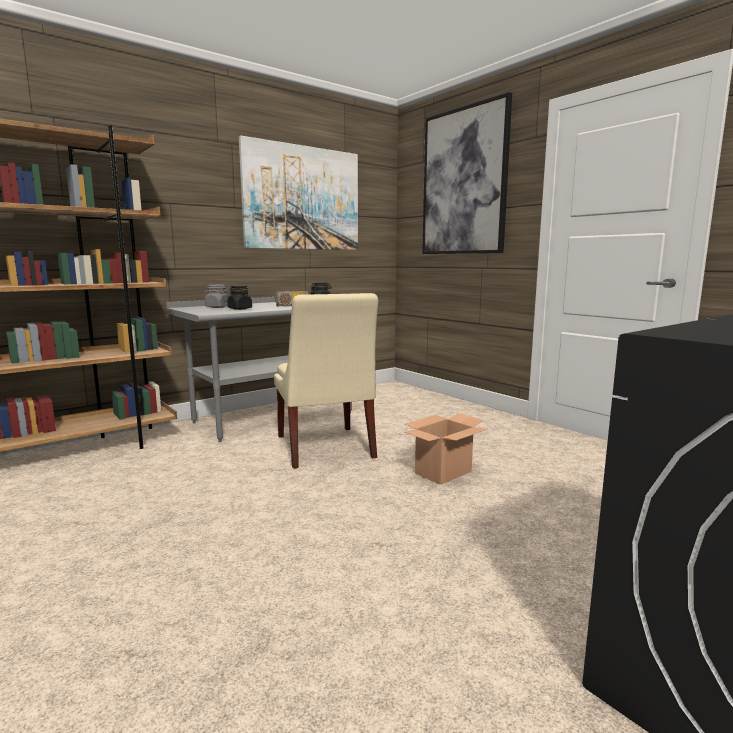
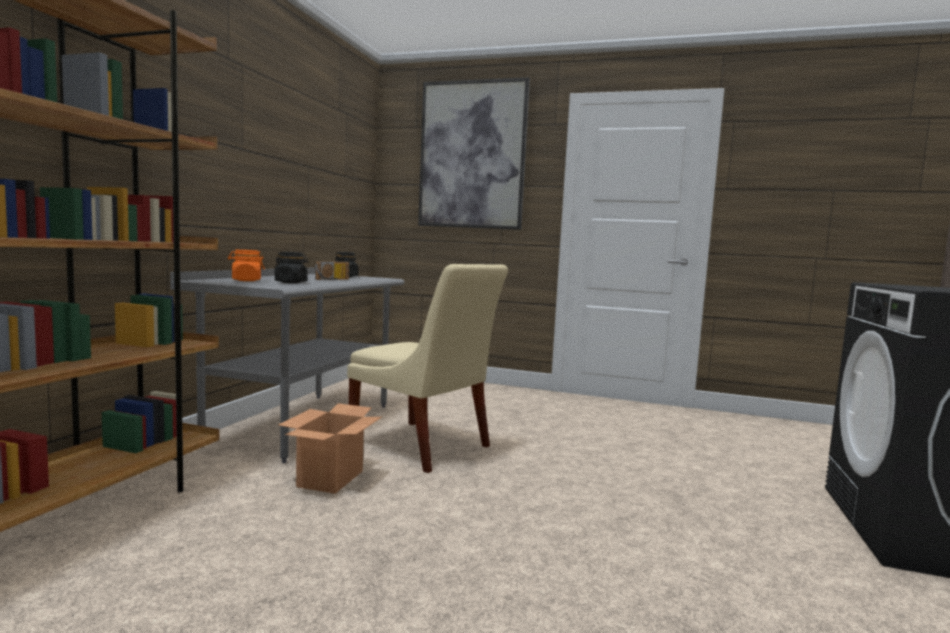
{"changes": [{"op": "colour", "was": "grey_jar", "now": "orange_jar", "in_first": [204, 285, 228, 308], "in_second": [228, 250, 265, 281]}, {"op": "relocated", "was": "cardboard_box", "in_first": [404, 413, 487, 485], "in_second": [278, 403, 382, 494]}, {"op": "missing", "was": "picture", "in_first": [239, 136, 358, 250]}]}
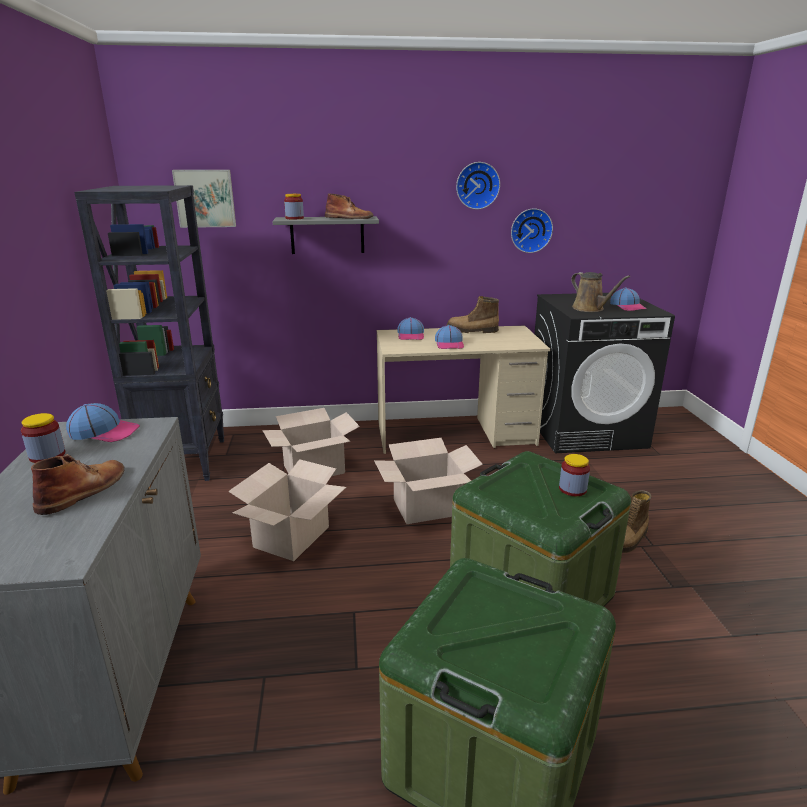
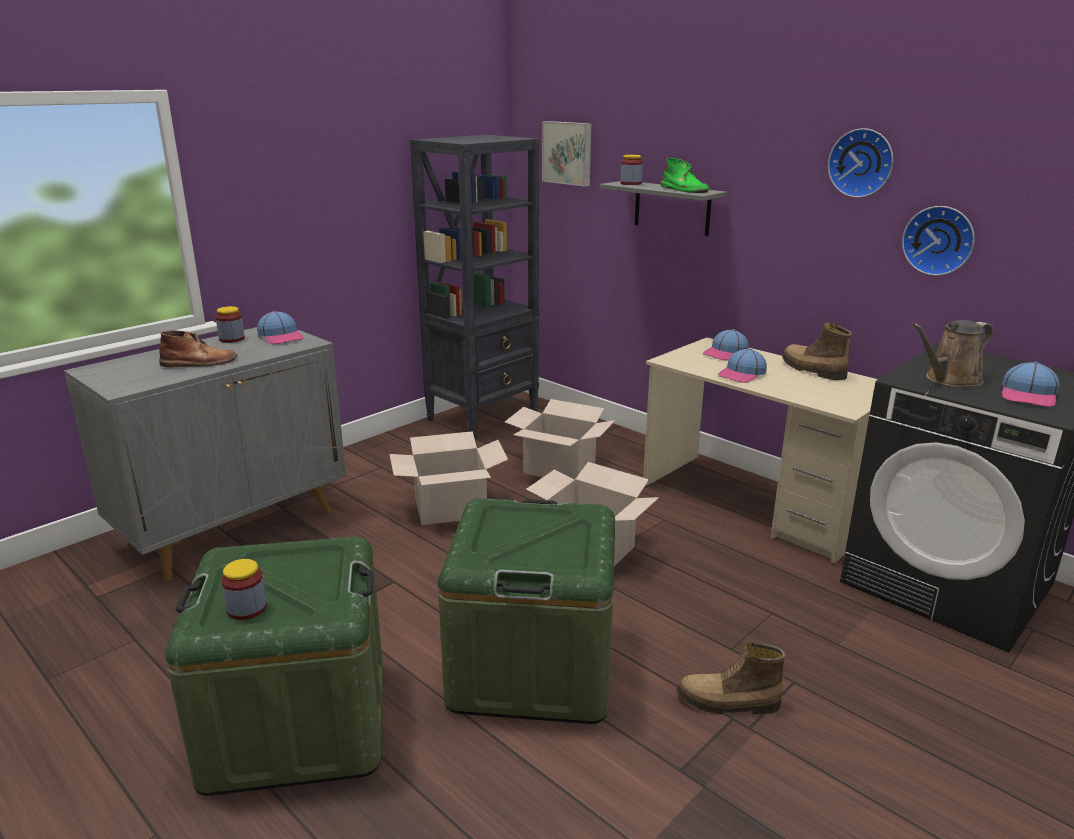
{"changes": [{"op": "relocated", "was": "jar", "in_first": [559, 454, 590, 496], "in_second": [221, 559, 267, 620]}, {"op": "colour", "was": "brown_boot", "now": "green_boot", "in_first": [325, 193, 374, 219], "in_second": [661, 158, 709, 193]}, {"op": "spun", "was": "brown_watering_can", "in_first": [571, 272, 630, 312], "in_second": [912, 320, 993, 387], "clockwise": 45}]}
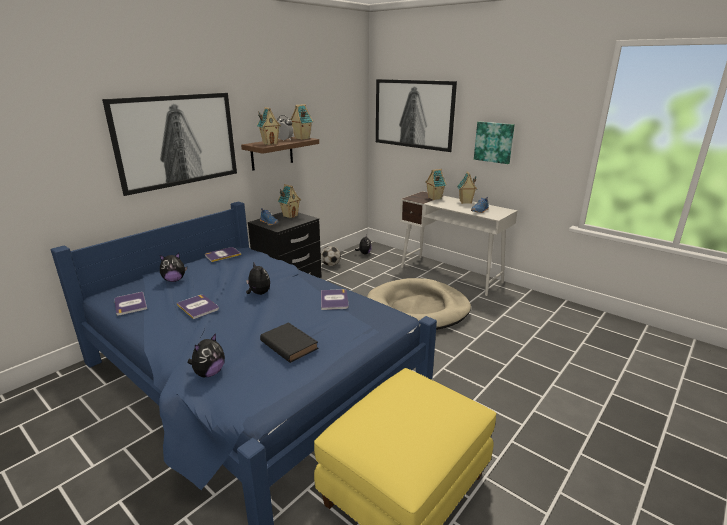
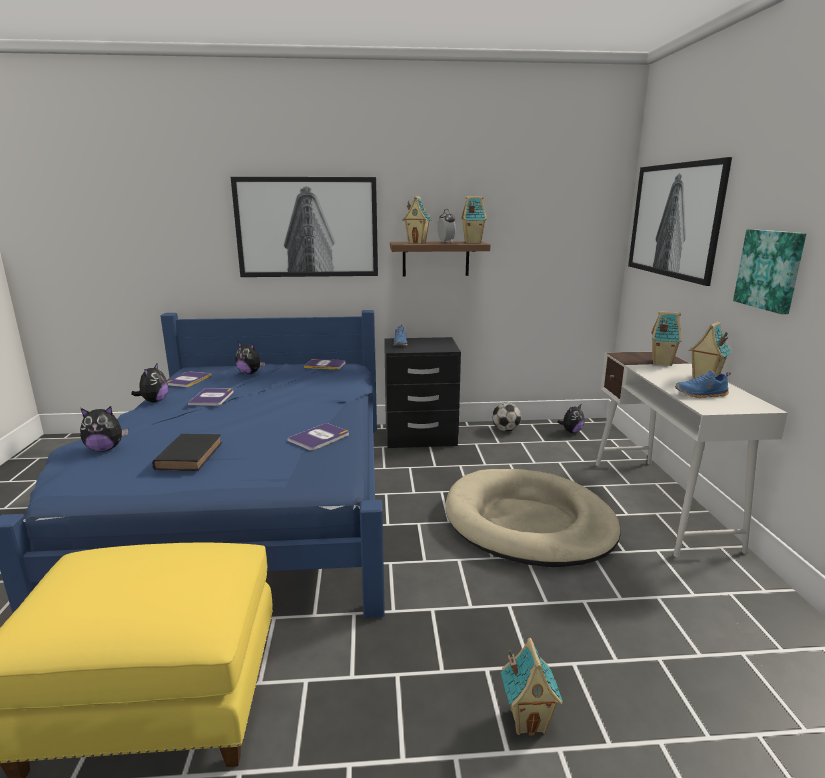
{"changes": [{"op": "relocated", "was": "plush_toy", "in_first": [246, 263, 270, 295], "in_second": [131, 362, 168, 403]}, {"op": "relocated", "was": "toy_house", "in_first": [277, 184, 301, 218], "in_second": [501, 638, 563, 736]}]}
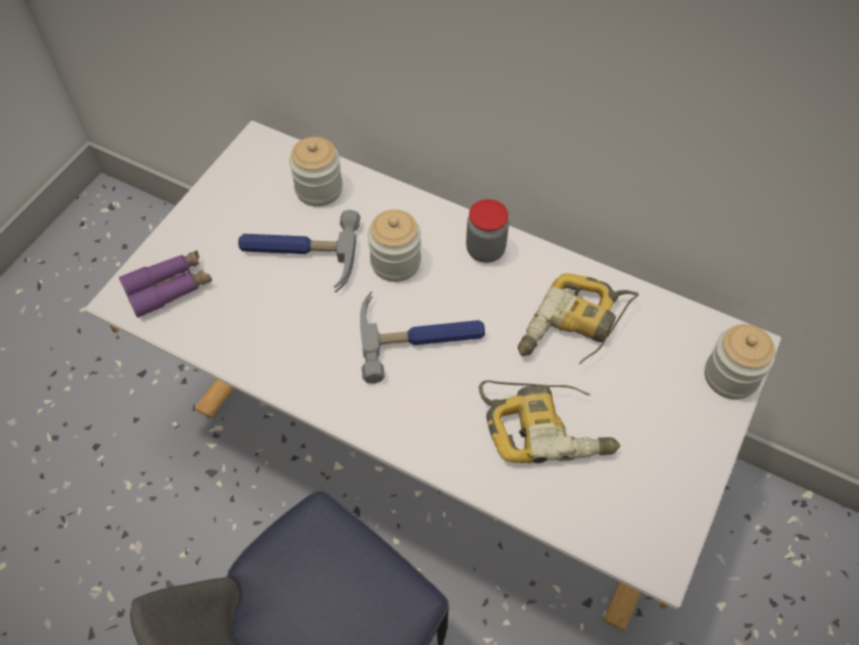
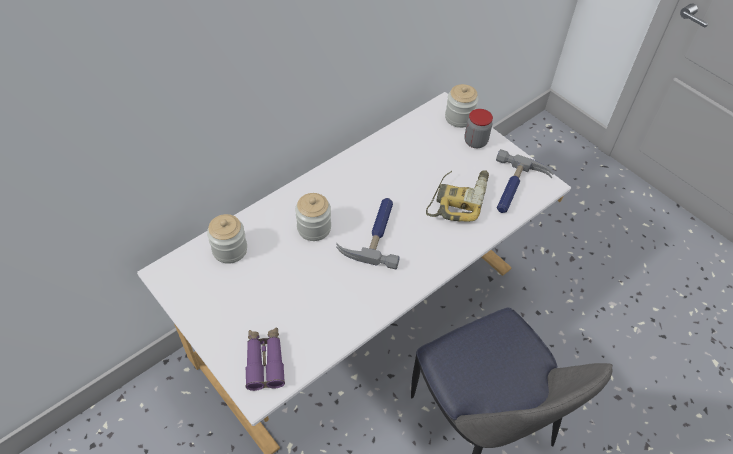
{"changes": [{"op": "relocated", "was": "jar", "in_first": [466, 199, 509, 263], "in_second": [464, 109, 493, 148]}, {"op": "relocated", "was": "hammer", "in_first": [238, 210, 361, 292], "in_second": [496, 149, 554, 213]}, {"op": "missing", "was": "power_drill", "in_first": [518, 273, 639, 364]}]}
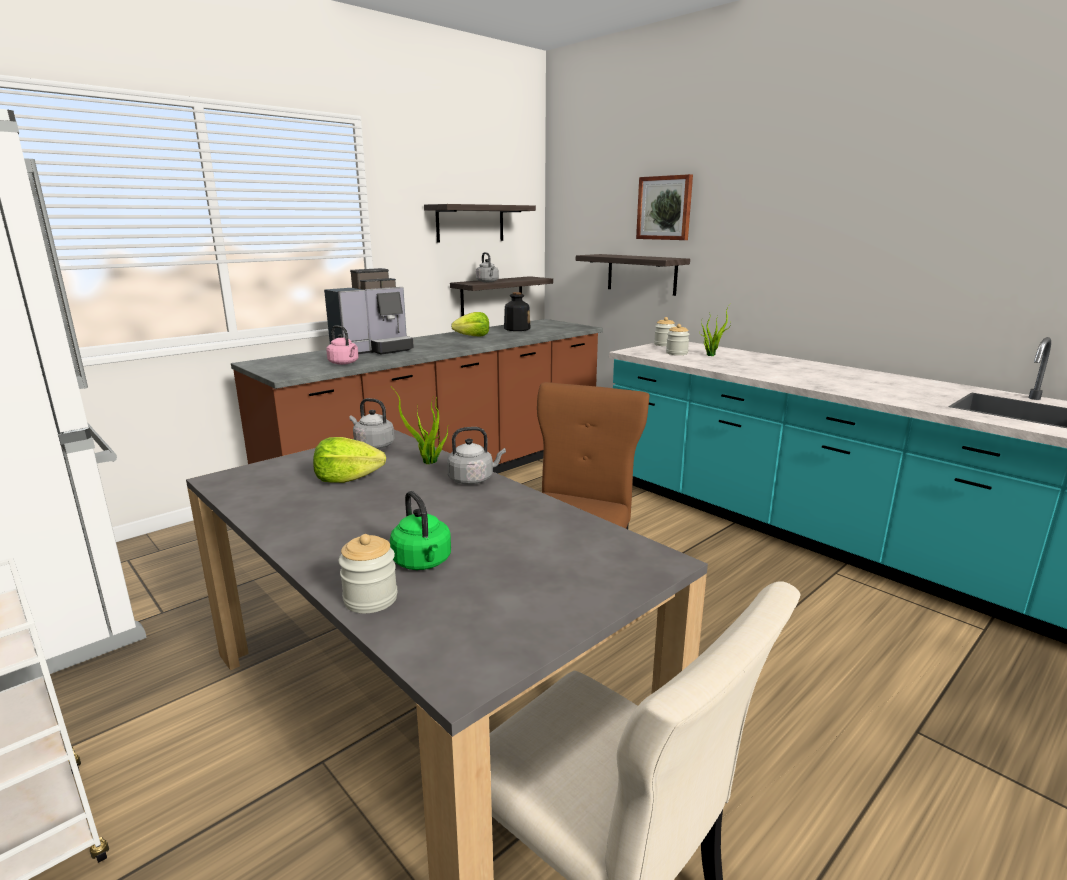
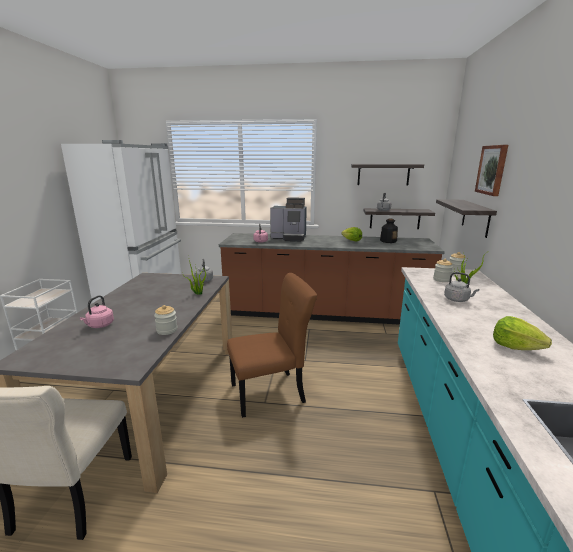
{"changes": [{"op": "colour", "was": "green_kettle", "now": "pink_kettle", "in_first": [390, 491, 451, 570], "in_second": [80, 295, 114, 328]}, {"op": "relocated", "was": "jar", "in_first": [338, 534, 398, 613], "in_second": [154, 305, 178, 335]}, {"op": "relocated", "was": "grey_kettle", "in_first": [447, 427, 506, 484], "in_second": [444, 272, 479, 302]}, {"op": "relocated", "was": "lettuce", "in_first": [313, 437, 386, 483], "in_second": [493, 316, 552, 350]}]}
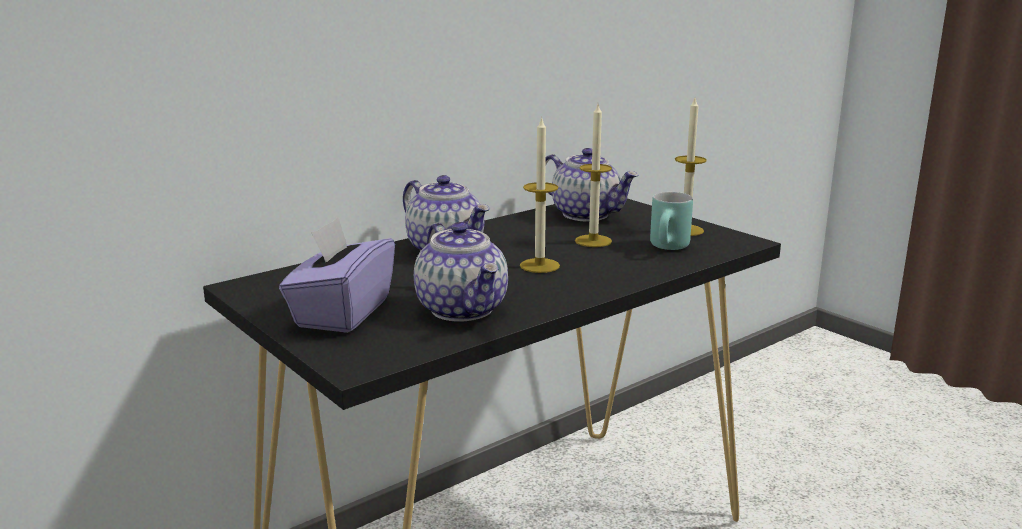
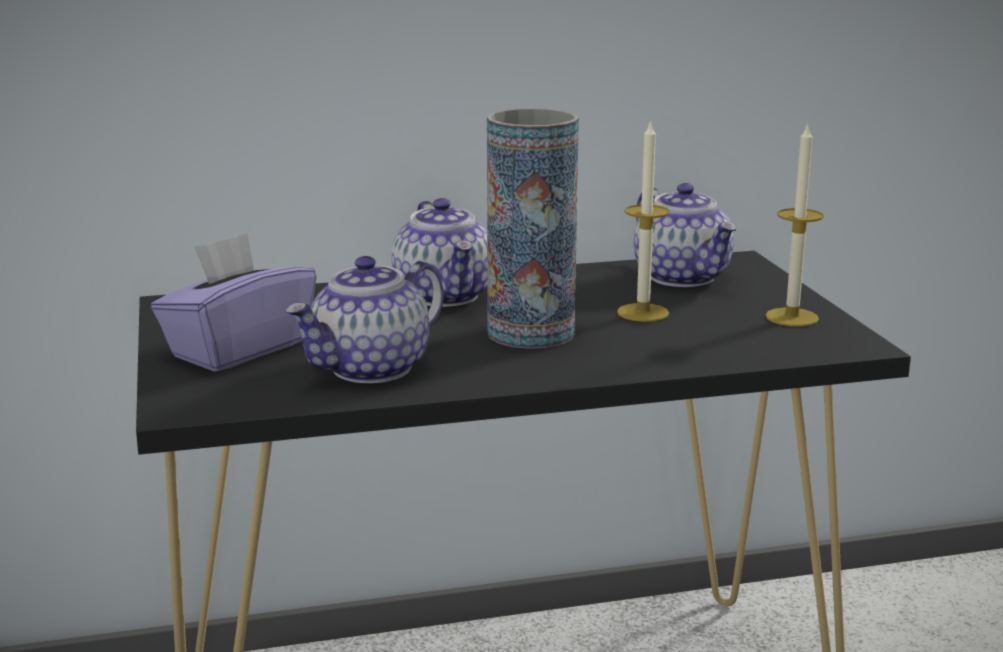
{"changes": [{"op": "spun", "was": "teapot", "in_first": [414, 222, 508, 322], "in_second": [285, 256, 444, 383], "clockwise": 45}, {"op": "exchanged", "was": "candle", "now": "vase", "in_first": [520, 116, 560, 273], "in_second": [487, 108, 579, 349]}, {"op": "missing", "was": "turquoise_mug", "in_first": [650, 192, 693, 250]}]}
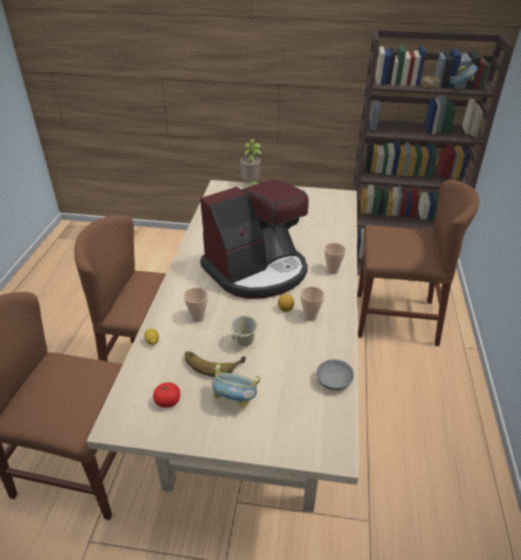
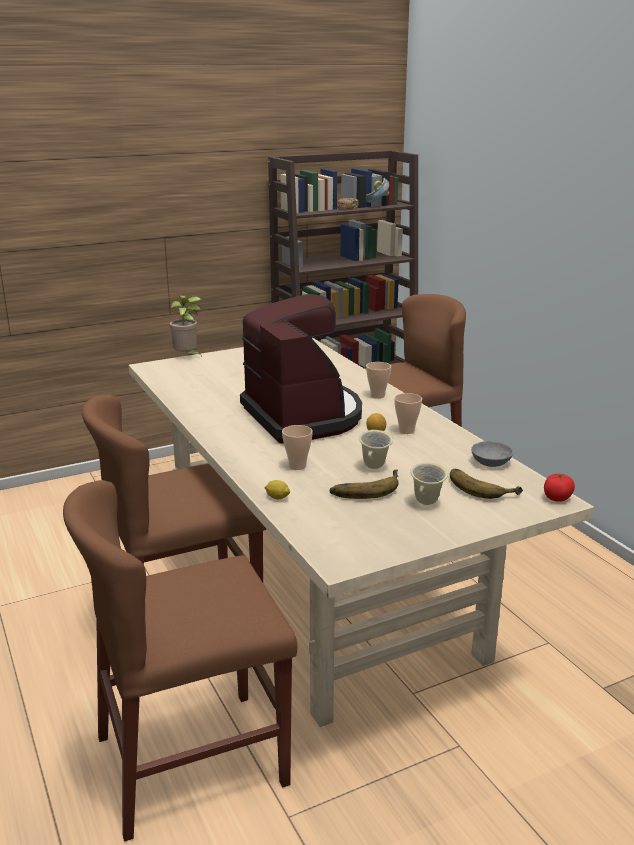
{"changes": [{"op": "spun", "was": "coffee_machine", "in_first": [200, 179, 309, 299], "in_second": [240, 294, 362, 444], "clockwise": -45}, {"op": "exchanged", "was": "bowl", "now": "beige_mug", "in_first": [211, 364, 261, 407], "in_second": [410, 462, 448, 505]}, {"op": "appeared", "now": "banana", "in_second": [450, 469, 523, 499]}, {"op": "relocated", "was": "tomato", "in_first": [153, 382, 180, 408], "in_second": [544, 474, 575, 502]}]}
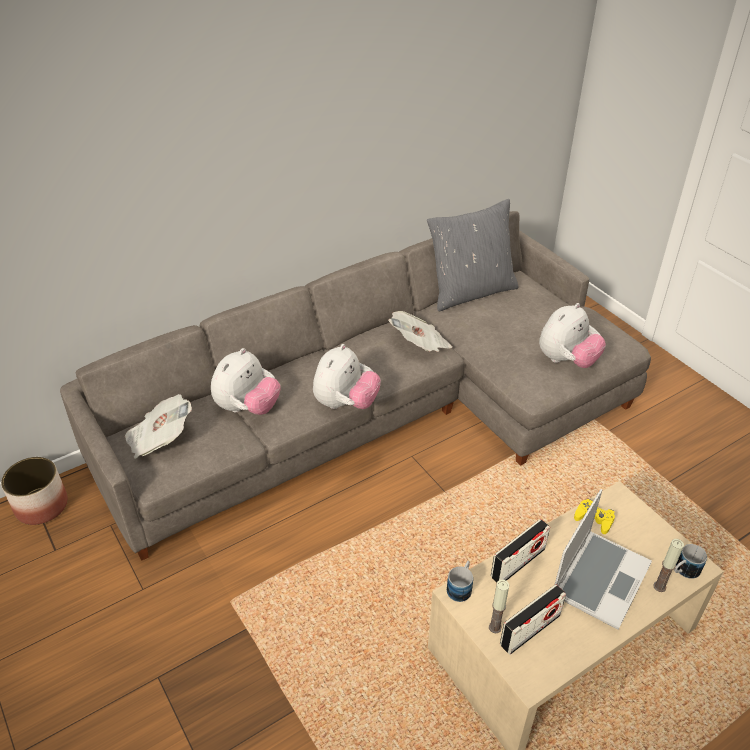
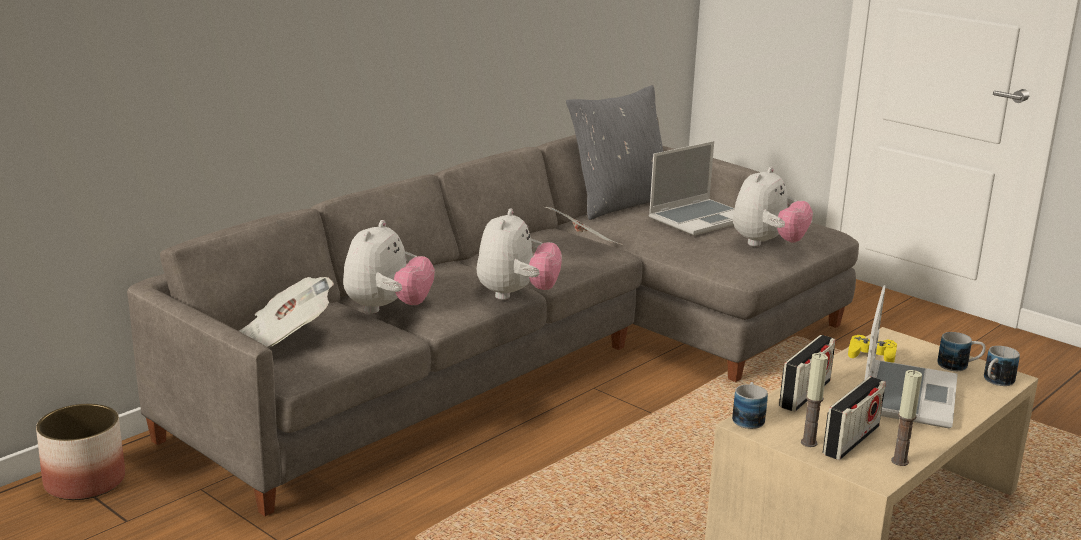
{"changes": [{"op": "appeared", "now": "laptop", "in_second": [649, 141, 735, 236]}, {"op": "relocated", "was": "candle", "in_first": [653, 539, 684, 592], "in_second": [891, 370, 922, 466]}, {"op": "appeared", "now": "mug", "in_second": [937, 332, 986, 371]}]}
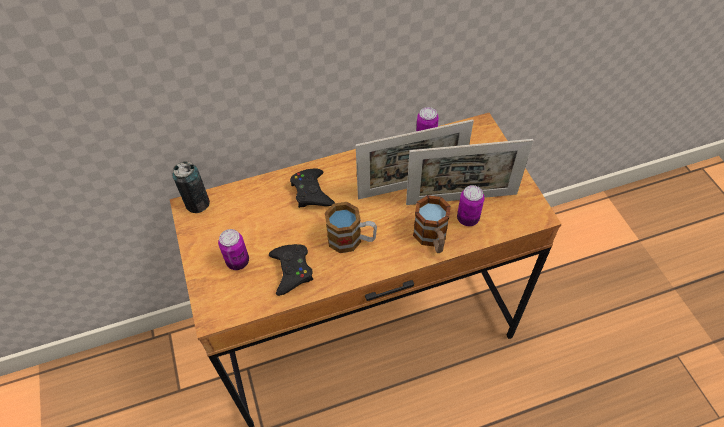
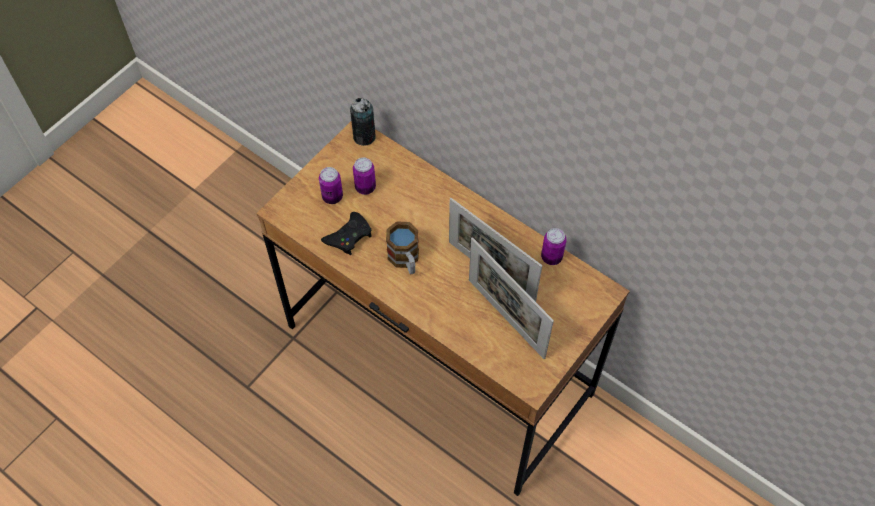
{"changes": [{"op": "relocated", "was": "can", "in_first": [457, 185, 485, 226], "in_second": [353, 157, 376, 195]}, {"op": "missing", "was": "black_game_controller", "in_first": [290, 169, 335, 208]}, {"op": "missing", "was": "mug", "in_first": [413, 195, 450, 253]}]}
